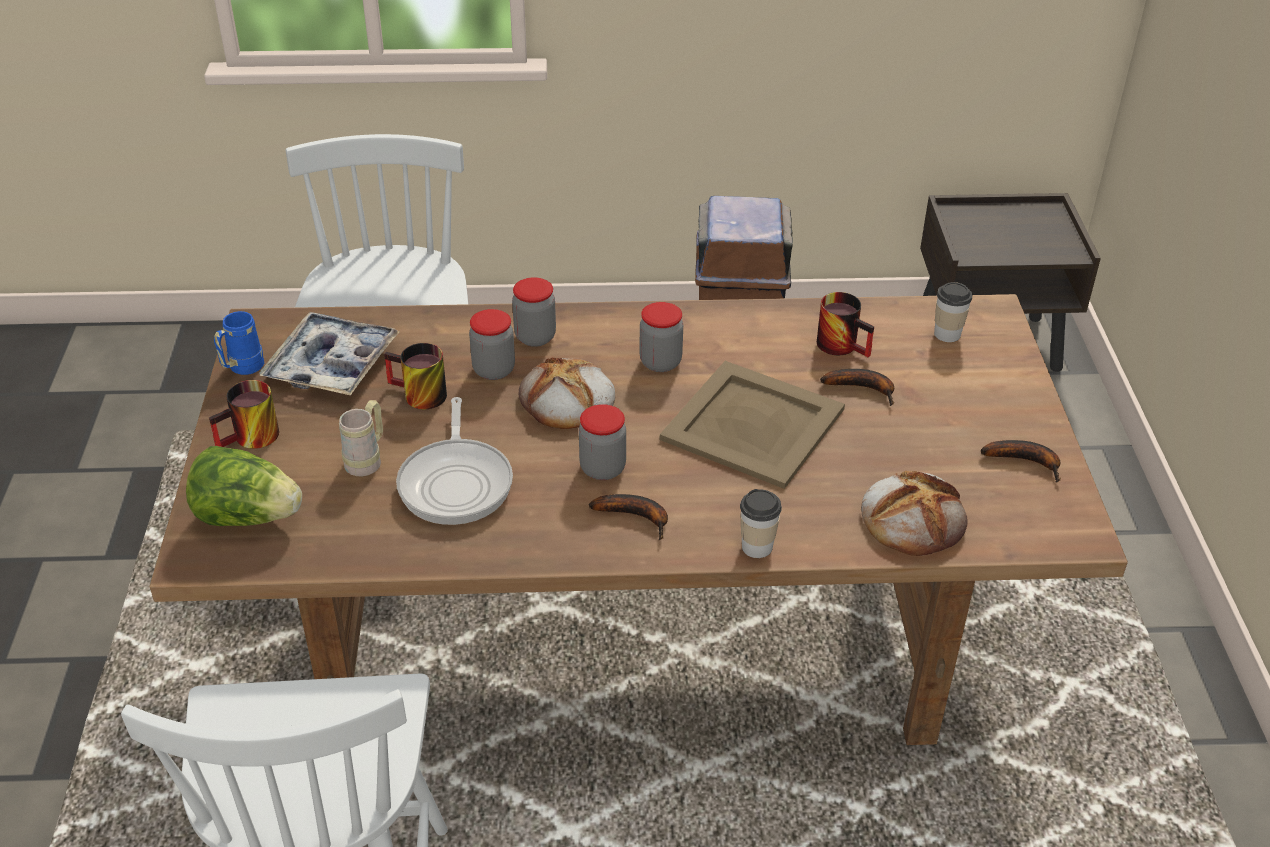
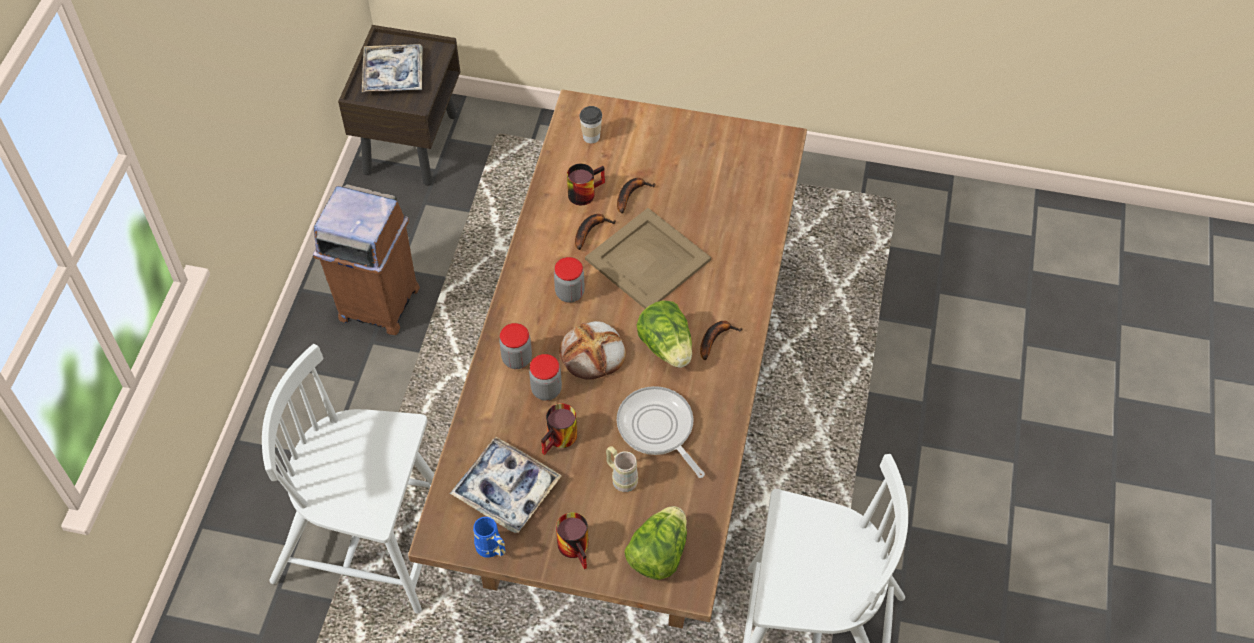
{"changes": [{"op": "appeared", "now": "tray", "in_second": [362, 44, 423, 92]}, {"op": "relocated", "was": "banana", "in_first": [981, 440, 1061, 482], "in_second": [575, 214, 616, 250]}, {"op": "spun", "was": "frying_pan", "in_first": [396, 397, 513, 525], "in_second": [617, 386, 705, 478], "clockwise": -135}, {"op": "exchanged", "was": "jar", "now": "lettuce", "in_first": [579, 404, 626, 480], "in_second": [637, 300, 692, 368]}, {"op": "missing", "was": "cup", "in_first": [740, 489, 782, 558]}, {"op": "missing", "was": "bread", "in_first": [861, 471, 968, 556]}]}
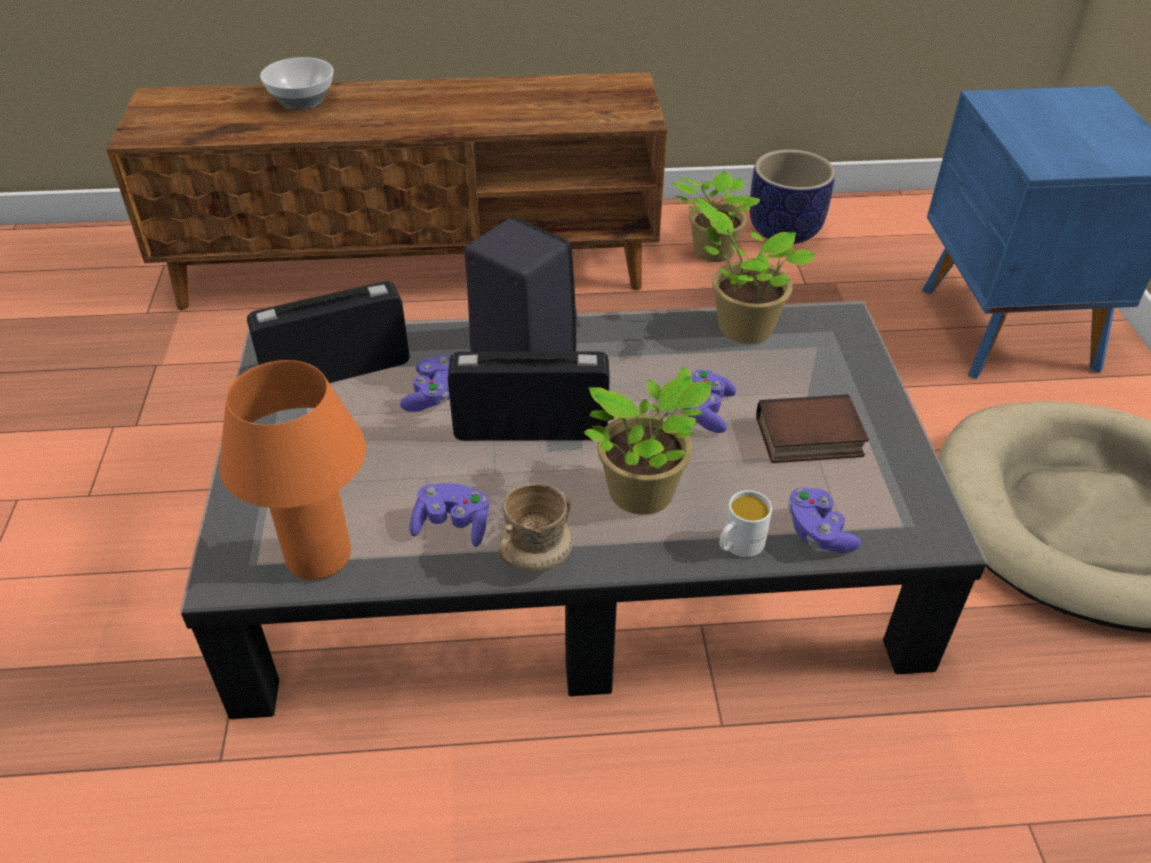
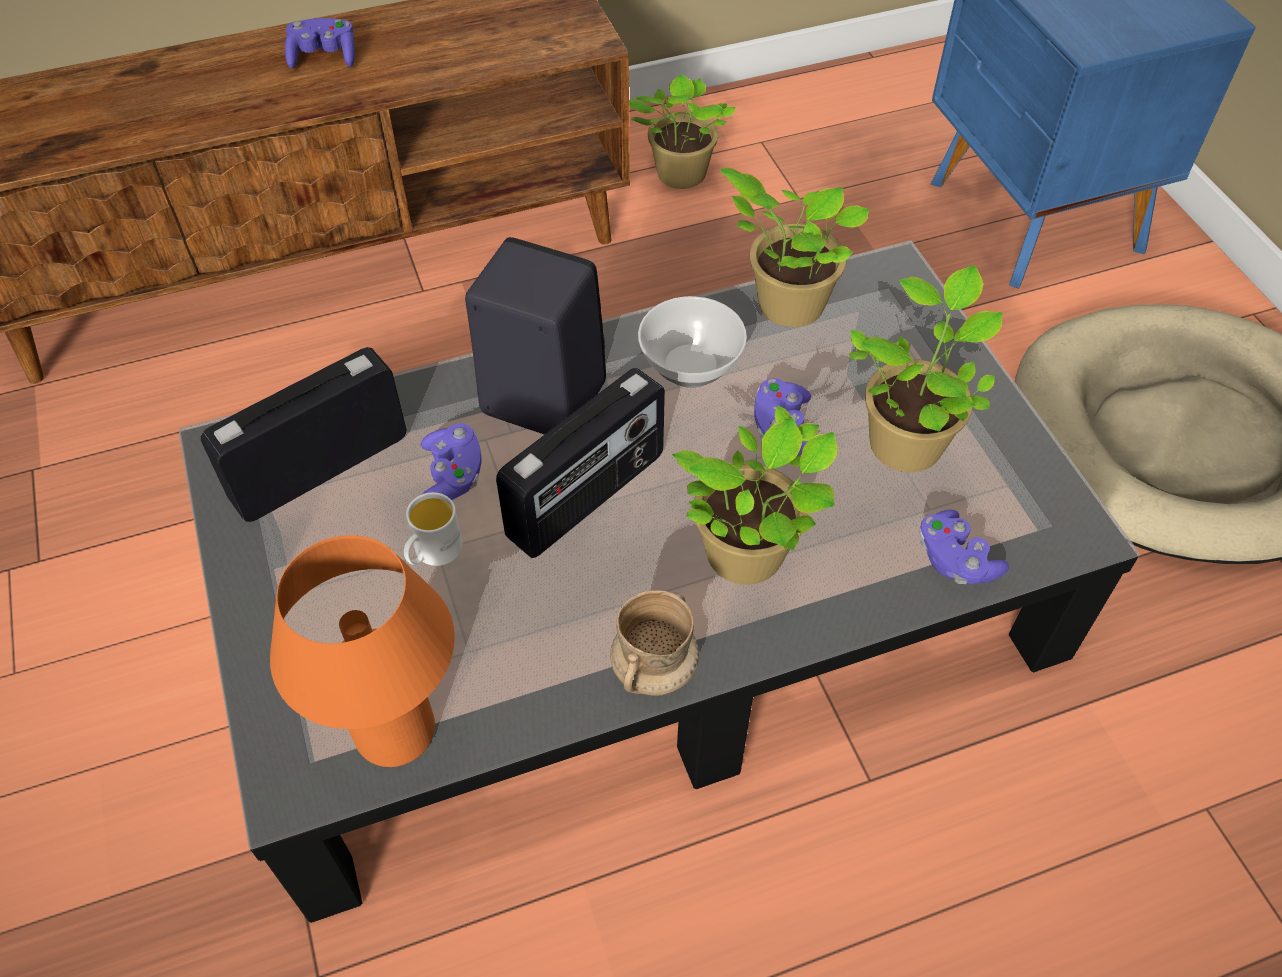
{"changes": [{"op": "relocated", "was": "purple_game_controller", "in_first": [409, 483, 489, 547], "in_second": [285, 18, 355, 69]}, {"op": "relocated", "was": "white_mug", "in_first": [719, 490, 772, 557], "in_second": [404, 492, 462, 566]}, {"op": "spun", "was": "radio", "in_first": [448, 351, 610, 441], "in_second": [496, 368, 665, 558], "clockwise": 150}, {"op": "relocated", "was": "bowl", "in_first": [260, 57, 334, 110], "in_second": [638, 296, 747, 388]}, {"op": "exchanged", "was": "book", "now": "potted_plant", "in_first": [756, 394, 869, 463], "in_second": [849, 265, 1003, 472]}, {"op": "missing", "was": "planter", "in_first": [750, 149, 835, 244]}]}
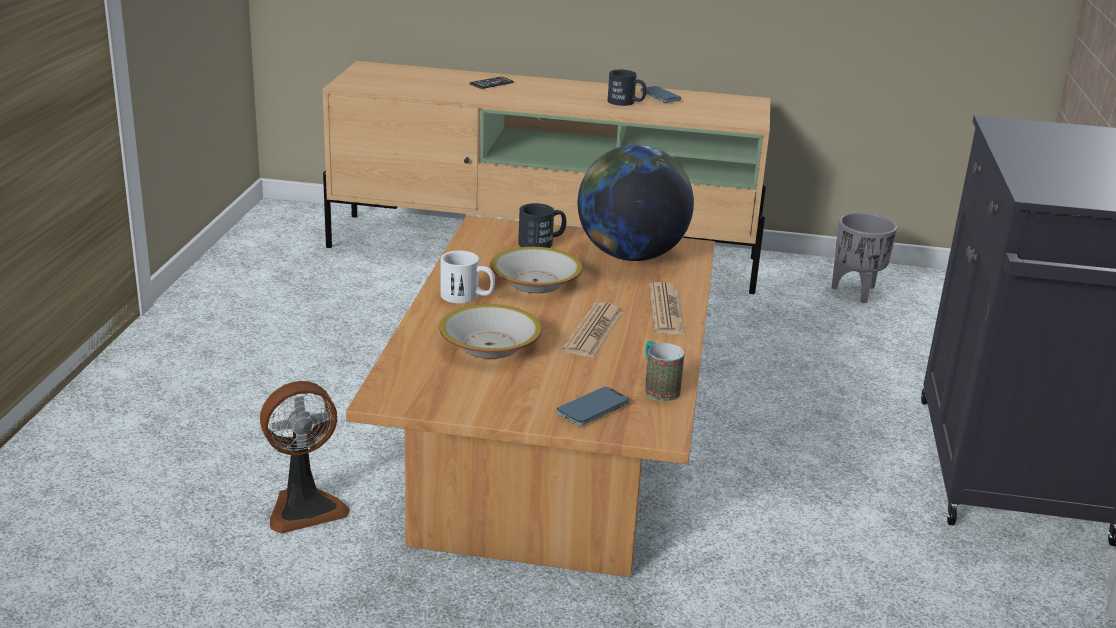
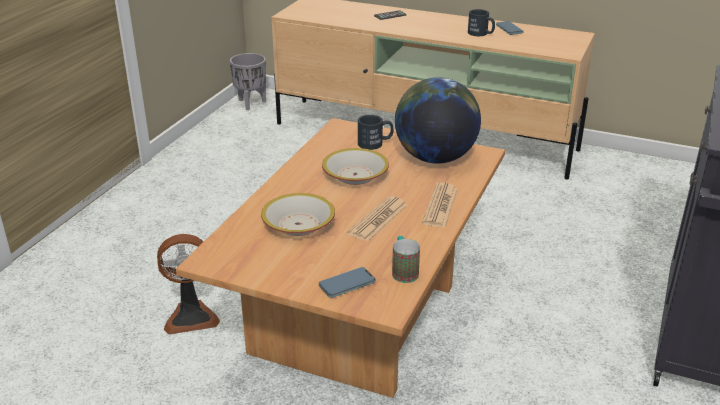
{"changes": [{"op": "relocated", "was": "grey_planter", "in_first": [832, 213, 897, 303], "in_second": [230, 53, 266, 110]}, {"op": "missing", "was": "white_mug", "in_first": [440, 251, 495, 304]}]}
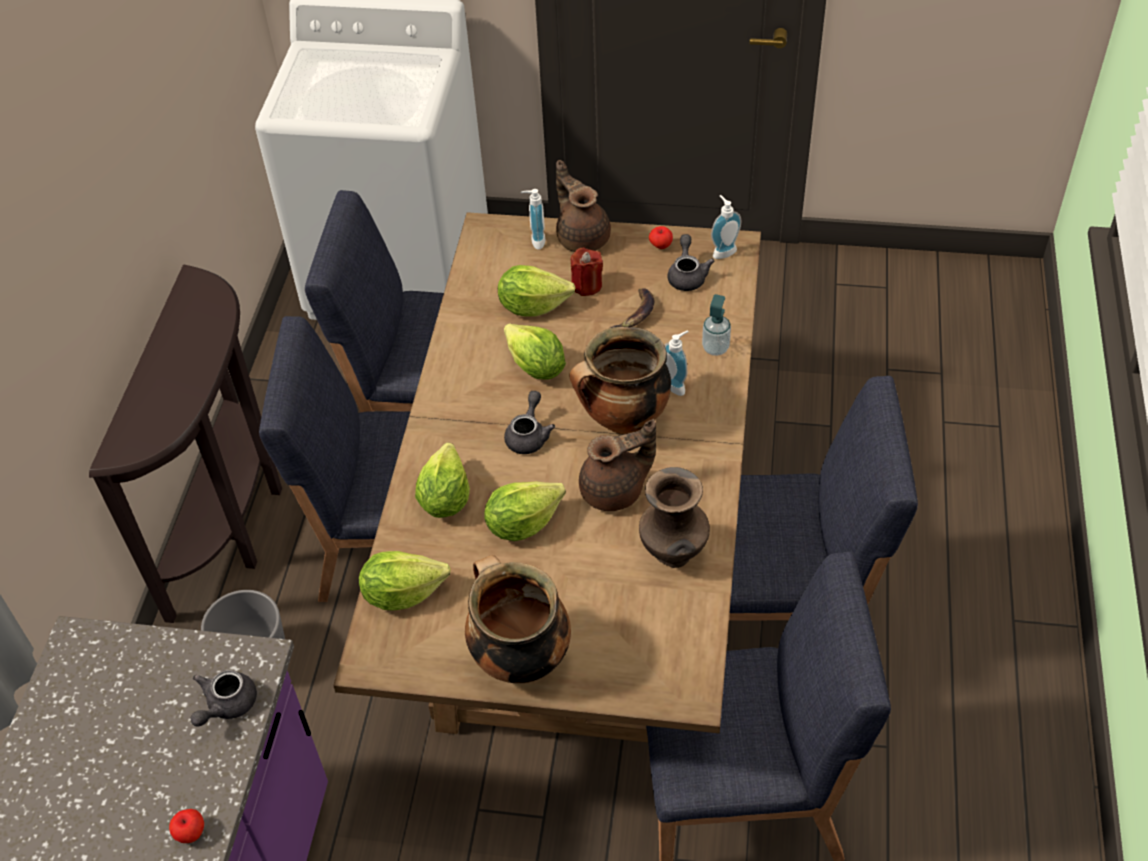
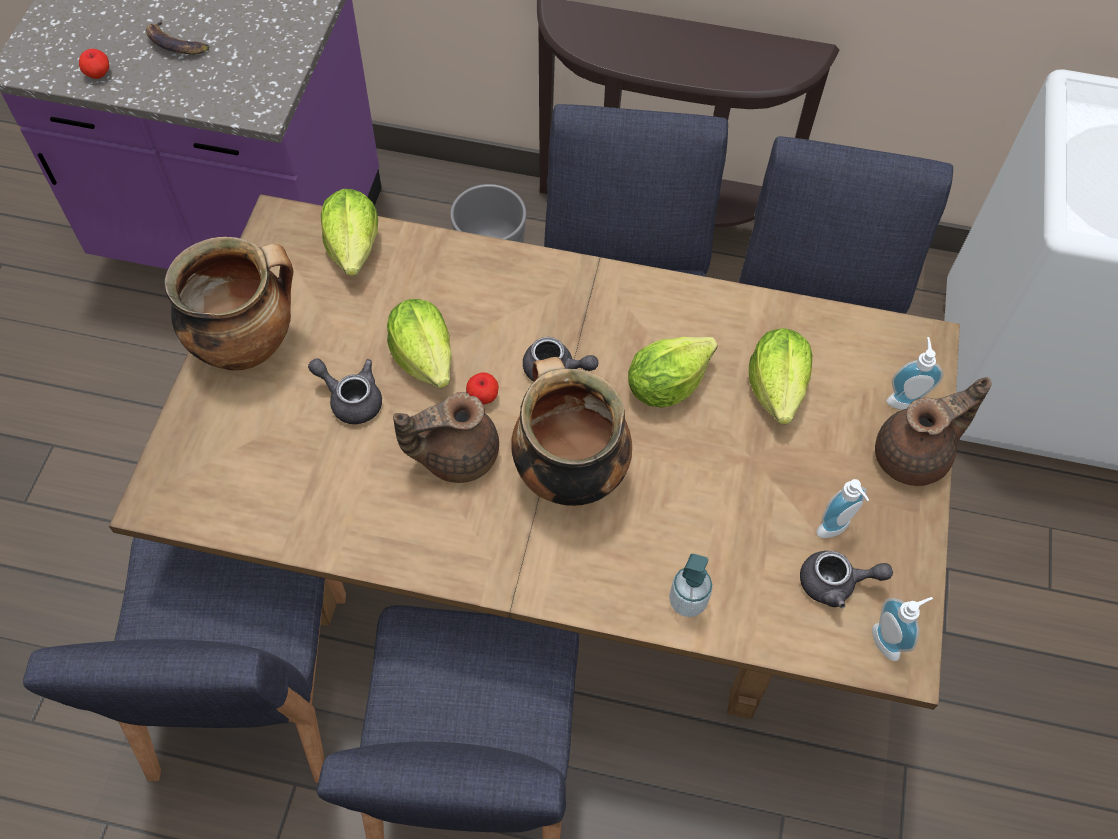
{"changes": [{"op": "relocated", "was": "banana", "in_first": [610, 288, 655, 328], "in_second": [146, 20, 209, 54]}, {"op": "relocated", "was": "grey_teapot", "in_first": [191, 670, 257, 727], "in_second": [308, 358, 382, 424]}, {"op": "spun", "was": "brown_teapot", "in_first": [579, 419, 656, 511], "in_second": [393, 392, 499, 483], "clockwise": 90}, {"op": "relocated", "was": "apple", "in_first": [649, 226, 673, 249], "in_second": [466, 372, 499, 404]}, {"op": "relocated", "was": "soap_dispenser", "in_first": [664, 330, 689, 396], "in_second": [816, 479, 869, 538]}, {"op": "missing", "was": "lettuce", "in_first": [415, 443, 470, 518]}, {"op": "missing", "was": "red_candle", "in_first": [571, 248, 603, 296]}, {"op": "missing", "was": "brown_vase", "in_first": [639, 467, 710, 568]}]}
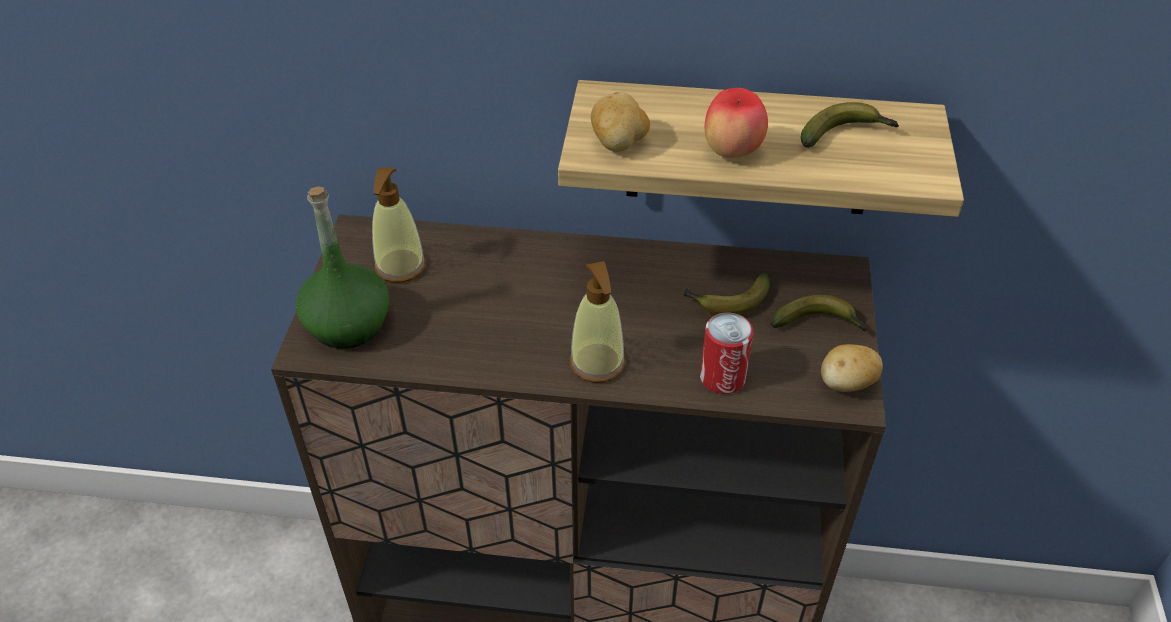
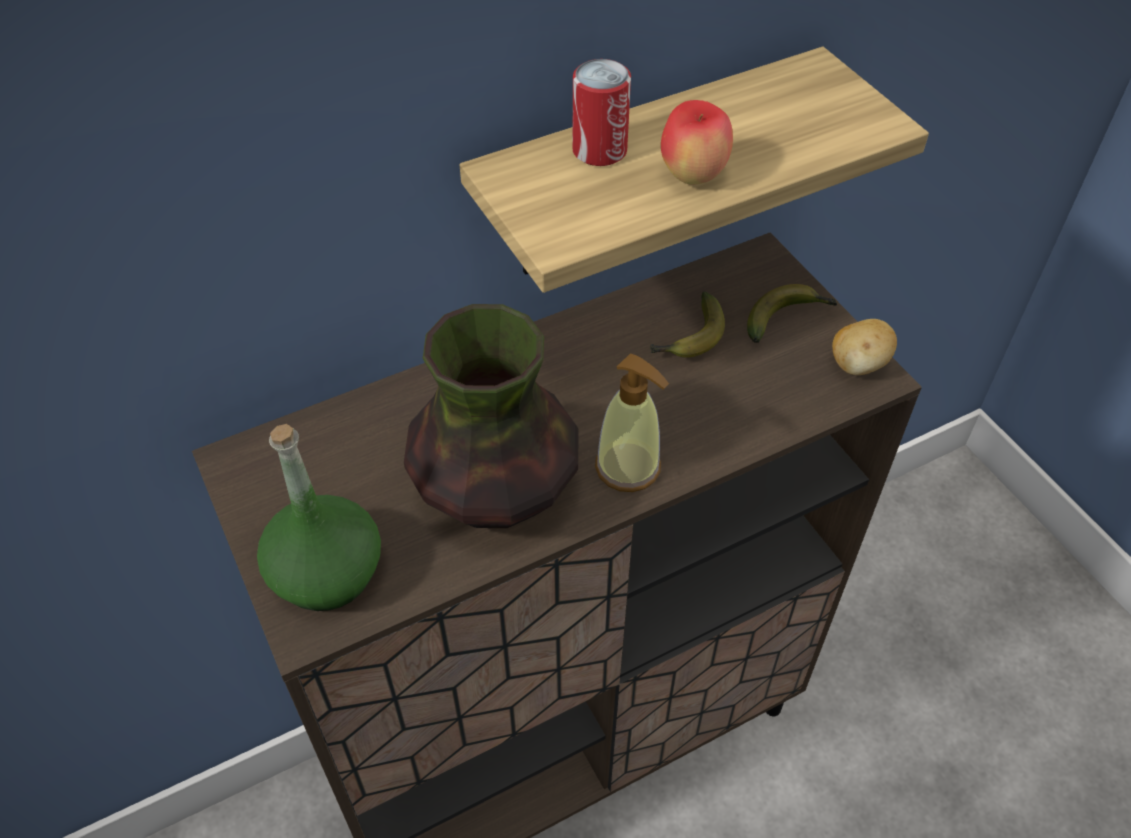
{"changes": [{"op": "appeared", "now": "vase", "in_second": [404, 304, 579, 528]}, {"op": "relocated", "was": "can", "in_first": [700, 312, 754, 394], "in_second": [572, 59, 631, 166]}, {"op": "missing", "was": "soap_dispenser", "in_first": [372, 167, 426, 283]}, {"op": "missing", "was": "potato", "in_first": [591, 92, 650, 152]}, {"op": "missing", "was": "banana", "in_first": [801, 102, 899, 148]}]}
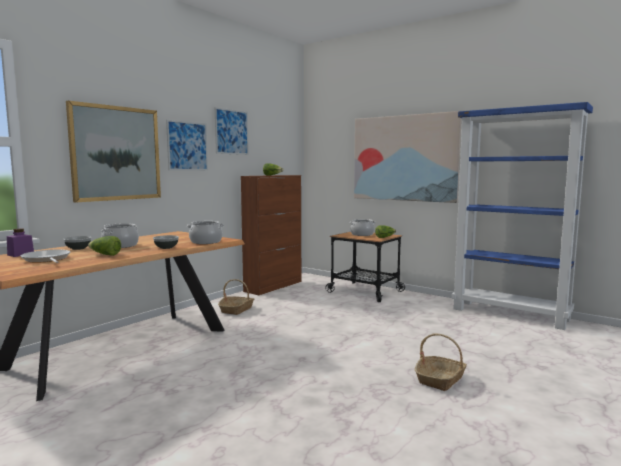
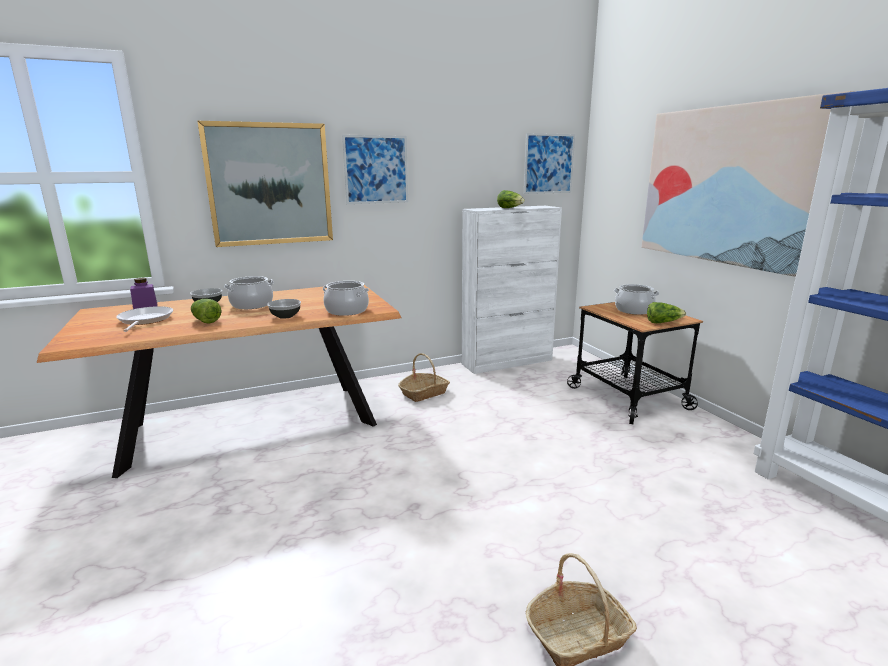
{"changes": [{"op": "colour", "was": "brown_cabinet", "now": "white_cabinet", "in_first": [241, 175, 301, 295], "in_second": [462, 206, 562, 374]}, {"op": "relocated", "was": "picture", "in_first": [215, 107, 249, 155], "in_second": [524, 133, 575, 194]}]}
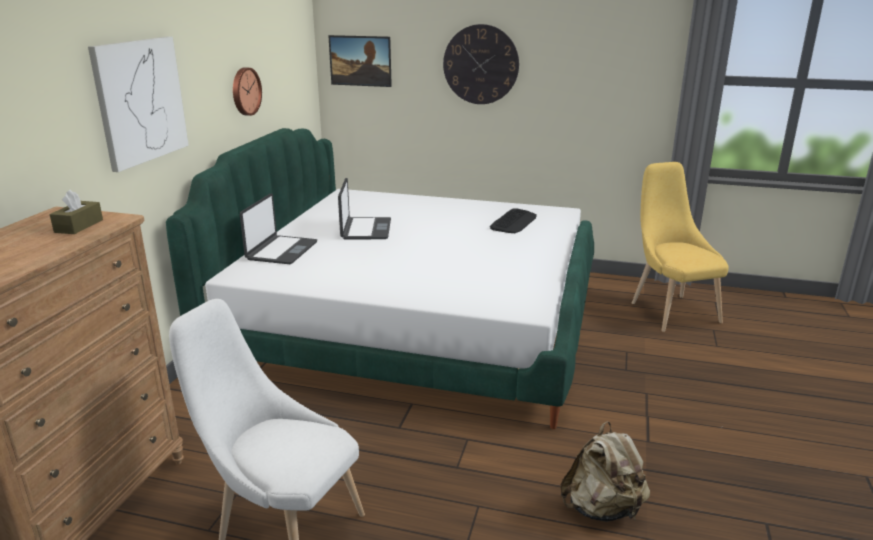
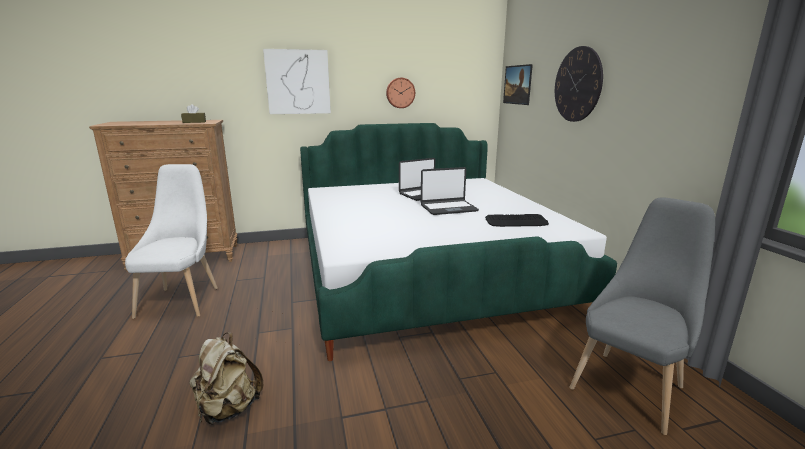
{"changes": [{"op": "relocated", "was": "laptop", "in_first": [240, 193, 317, 264], "in_second": [421, 167, 479, 215]}, {"op": "colour", "was": "yellow_chair", "now": "grey_chair", "in_first": [632, 162, 729, 332], "in_second": [569, 197, 715, 435]}]}
